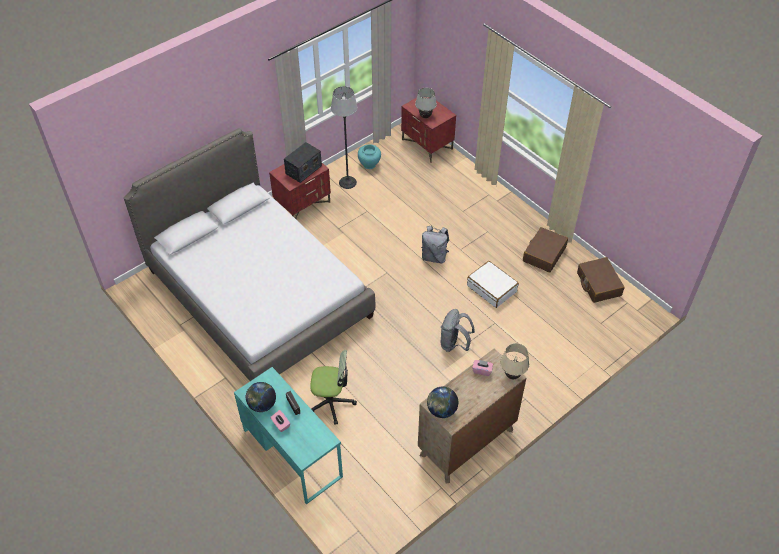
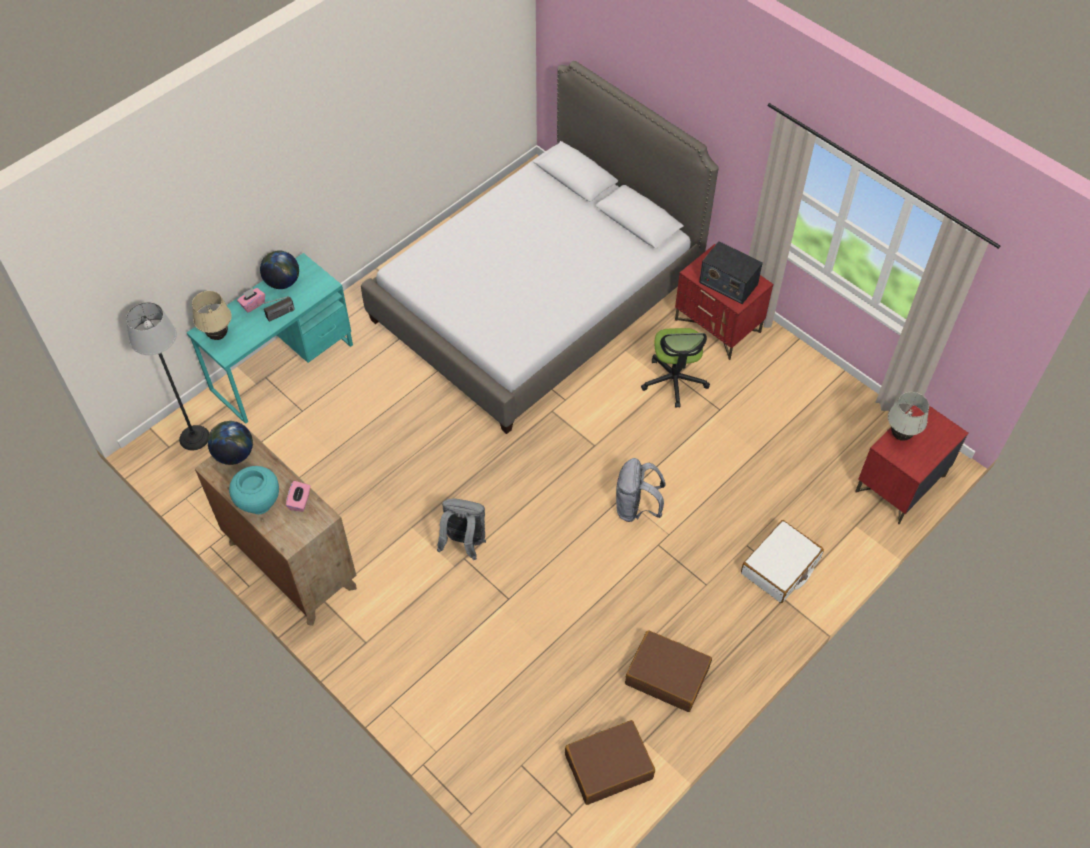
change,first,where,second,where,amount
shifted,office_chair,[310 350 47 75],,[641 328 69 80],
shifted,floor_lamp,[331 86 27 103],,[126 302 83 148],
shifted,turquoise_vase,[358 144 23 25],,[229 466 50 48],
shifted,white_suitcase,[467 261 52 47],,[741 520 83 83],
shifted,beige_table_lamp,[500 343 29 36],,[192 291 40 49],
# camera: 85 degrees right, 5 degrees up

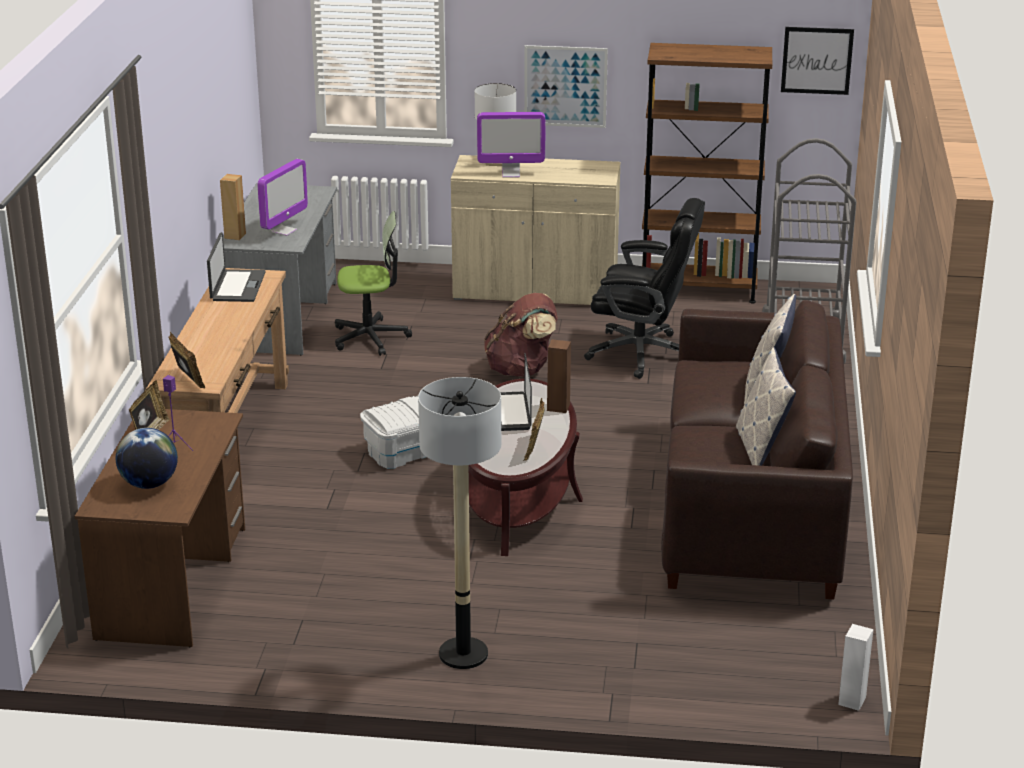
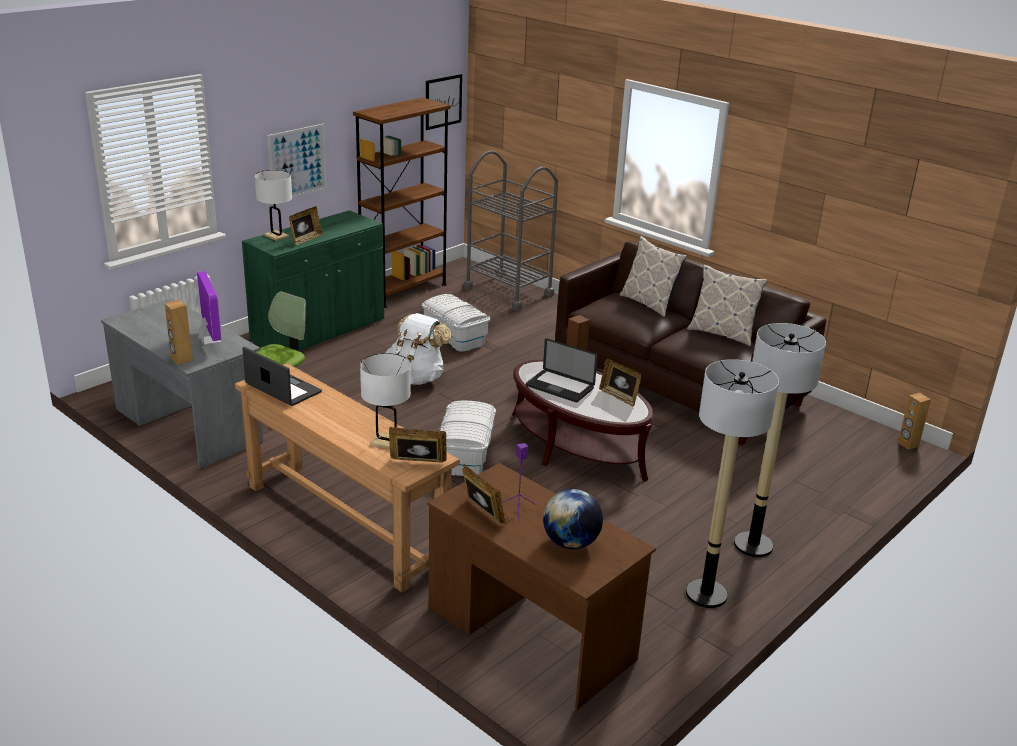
change,first,where,second,where,amount
new,,,white_table_lamp,[360 353 51 96],
new,,,floor_lamp,[686 359 93 249],
swapped,monitor,[477 112 68 66],picture_frame,[289 206 34 39],
swapped,black_office_chair,[584 198 121 181],white_storage_box,[422 294 68 58],
repainted,beige_cabinet,[451 155 170 150],green_cabinet,[242 210 142 141],
repainted,brown_backpack,[484 293 74 84],white_backpack,[386 313 65 72],
repainted,white_speaker,[838 624 36 87],brown_speaker,[898 393 33 57],
# camera: 55 degrees left, 0 degrees up

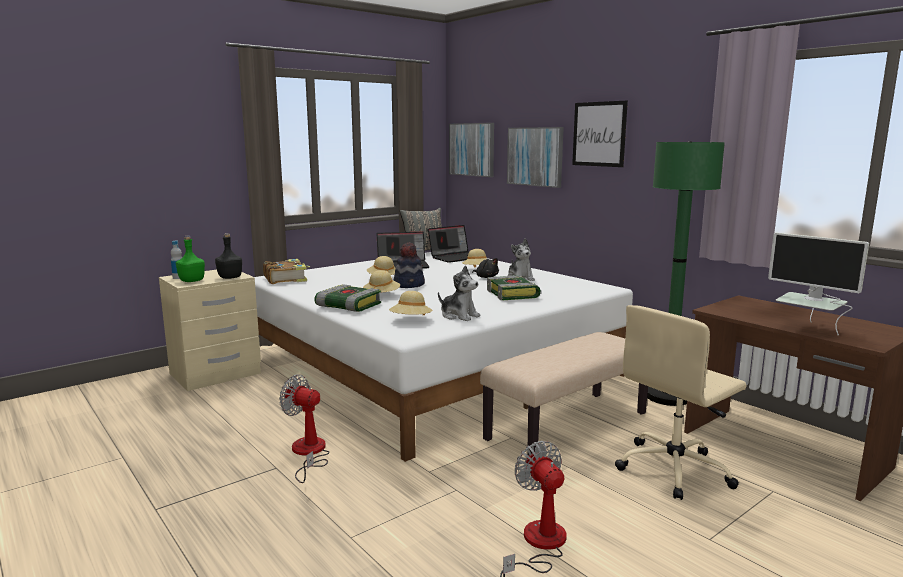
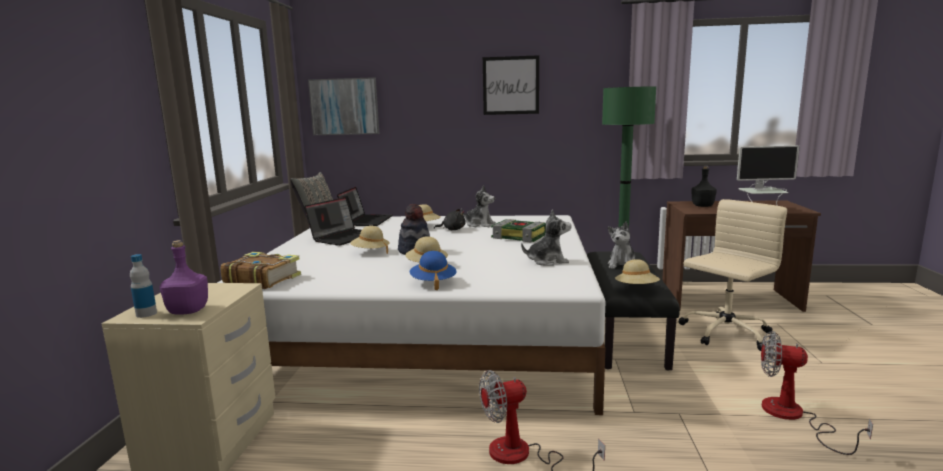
change,first,where,second,where,amount
gone,picture,[507 127 57 61],,,
new,,,plush_toy,[608 222 27 47],
shifted,black_bottle,[215 233 27 46],,[692 165 25 42],
shifted,beige_hat,[389 291 43 24],,[615 259 45 25],
swapped,book,[314 284 67 28],blue_hat,[410 251 47 39],
repainted,green_bottle,[176 236 29 46],purple_bottle,[160 240 48 75],
repainted,beige_bench,[480 332 168 123],black_bench,[587 251 93 120],
rotated,beige_office_chair,[615 305 131 195],,[678 199 109 152],135 degrees counterclockwise
# camera: 45 degrees left, 0 degrees up

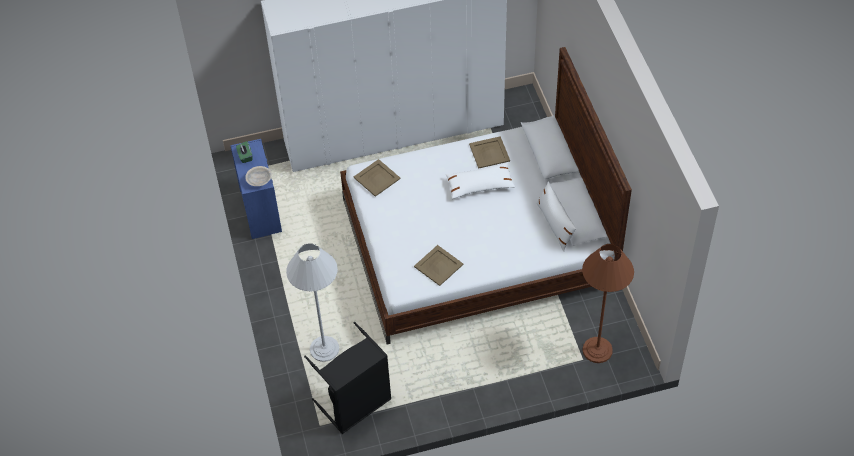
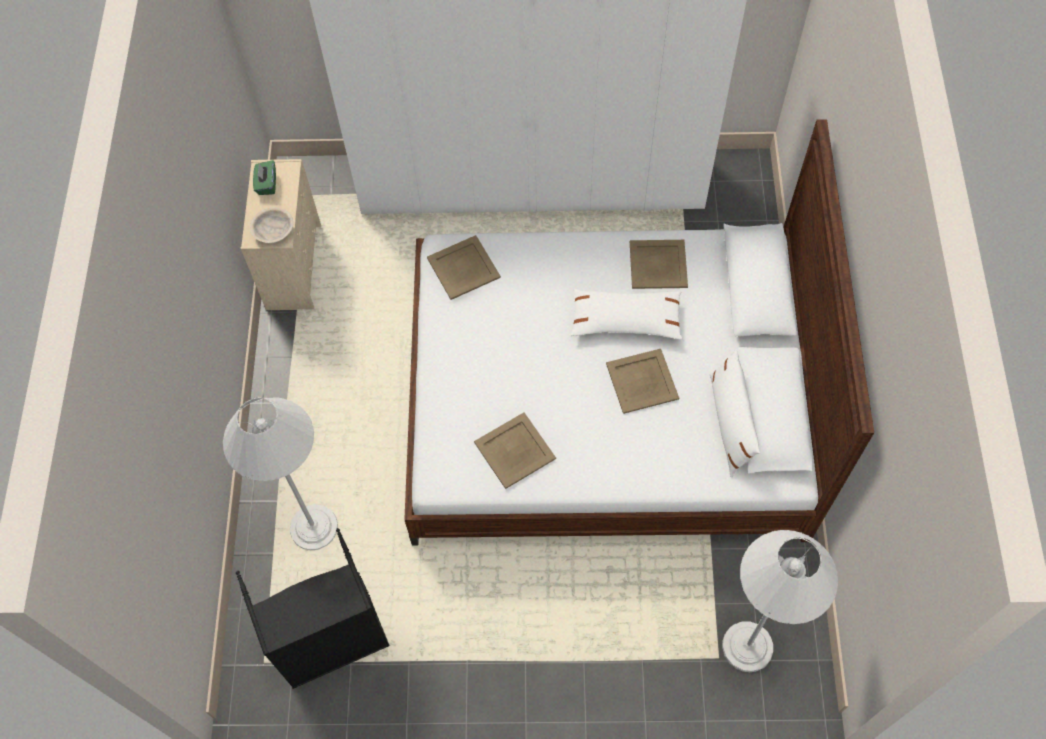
change,first,where,second,where,amount
new,,,beige_tray,[606 349 73 65],
repainted,blue_dresser,[230 139 52 100],beige_dresser,[240 159 81 151],
repainted,brown_floor_lamp,[582 244 52 119],white_floor_lamp,[722 530 116 142],
# camera: 15 degrees right, 10 degrees up

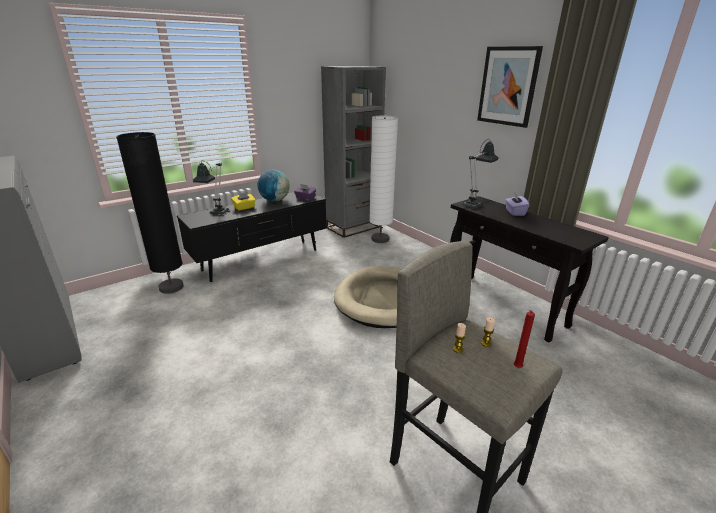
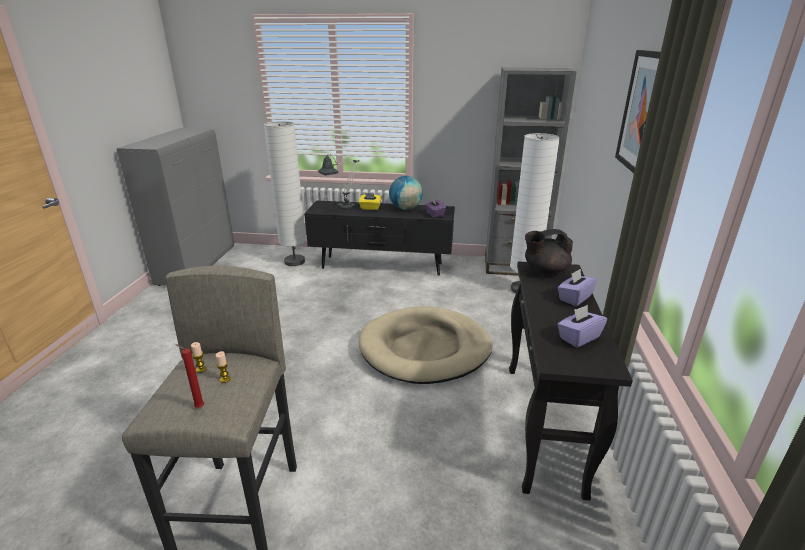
change,first,where,second,where,amount
new,,,purple_tissue_box,[557 305 50 43],
swapped,table_lamp,[461 139 38 70],black_teapot,[525 229 48 46],
repainted,black_floor_lamp,[116 132 68 162],white_floor_lamp,[264 121 42 145],
# camera: 45 degrees right, 0 degrees up

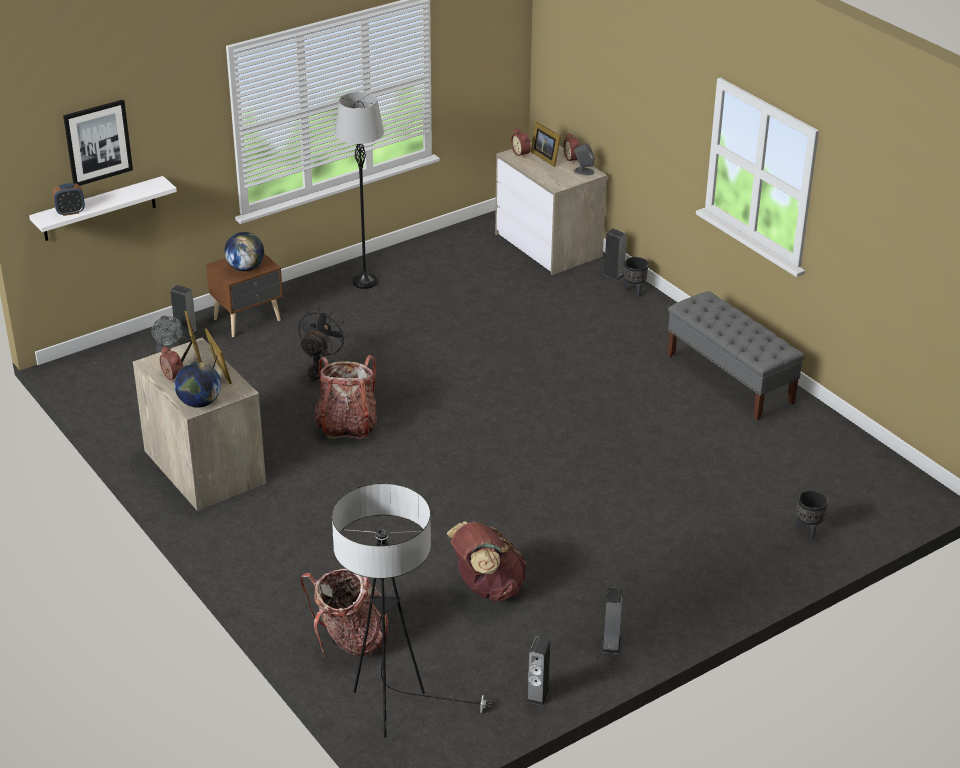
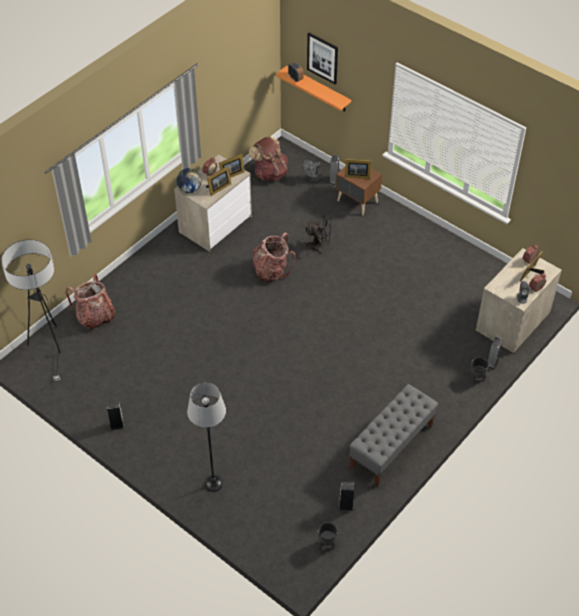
change,first,where,second,where,amount
shifted,grey_floor_lamp,[335 92 49 197],,[187 383 39 109],
shifted,brown_backpack,[446 521 81 80],,[249 136 39 45],
shifted,speaker,[526 636 25 70],,[339 482 15 28],
shifted,black_planter,[795 490 33 49],,[318 522 19 26],
swapped,globe,[224 232 40 39],picture_frame,[345 159 26 20],
repainted,white_shelf,[29 176 148 65],orange_shelf,[276 66 75 46],
# camera: 75 degrees right, 15 degrees up

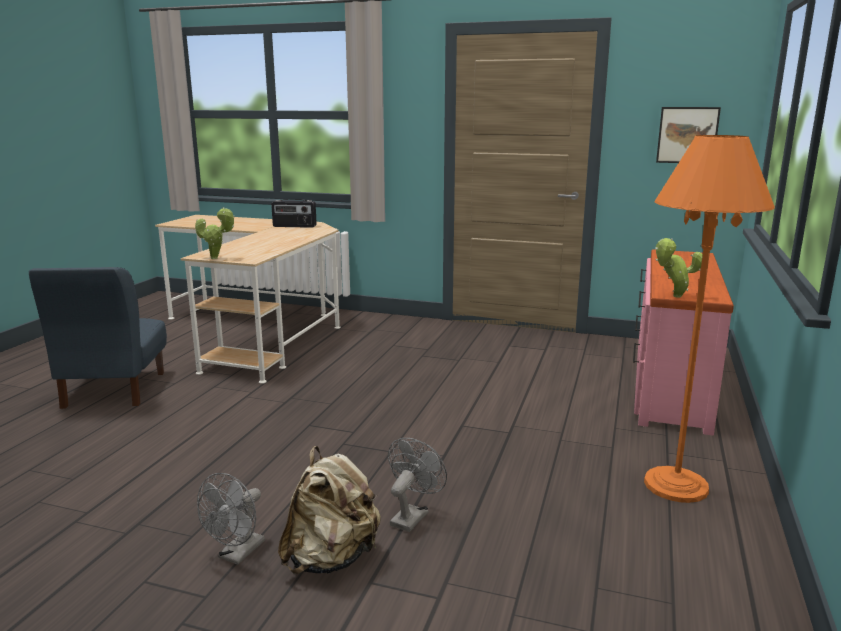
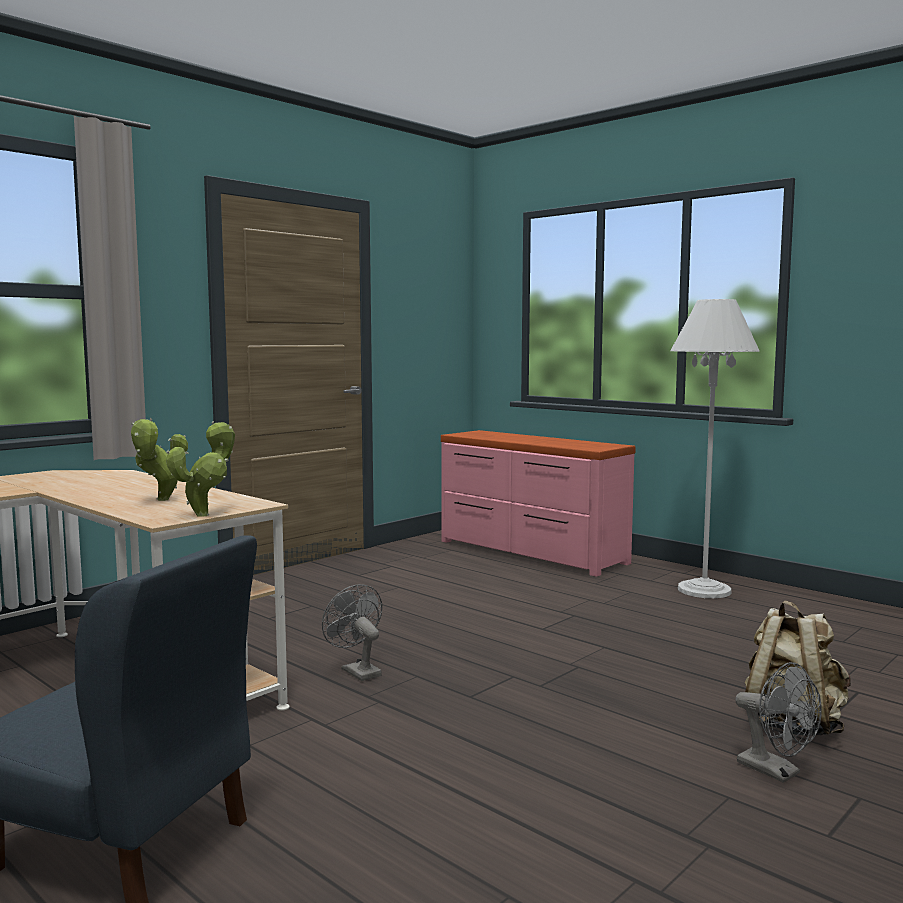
change,first,where,second,where,amount
gone,radio,[271 199 46 29],,,
gone,picture,[656 107 65 56],,,
shifted,grey_fan,[388 438 59 94],,[322 584 60 97],
shifted,potted_plant,[655 238 48 60],,[131 418 57 83],
repainted,orange_floor_lamp,[644 135 131 368],white_floor_lamp,[670 299 90 299],
# camera: 65 degrees left, 10 degrees down

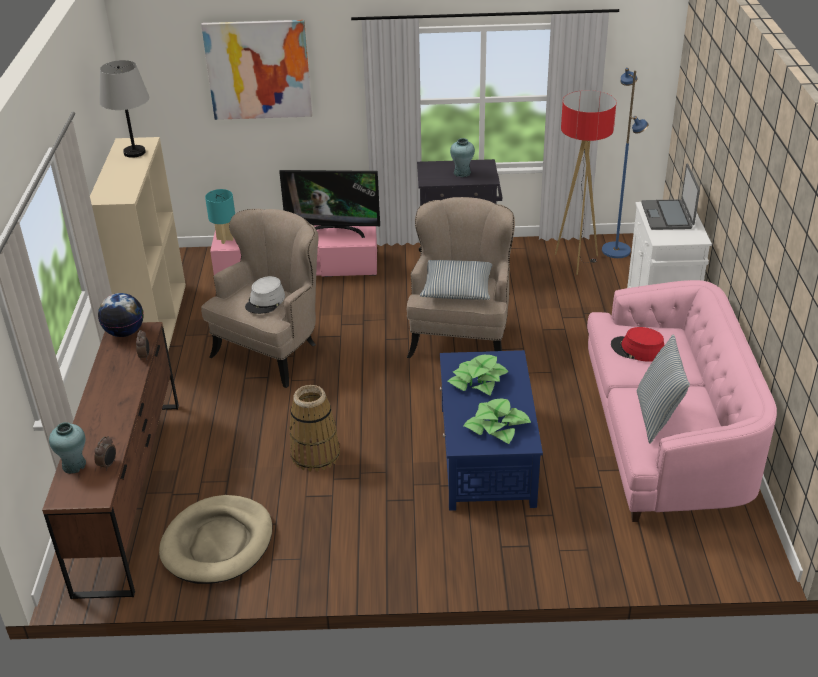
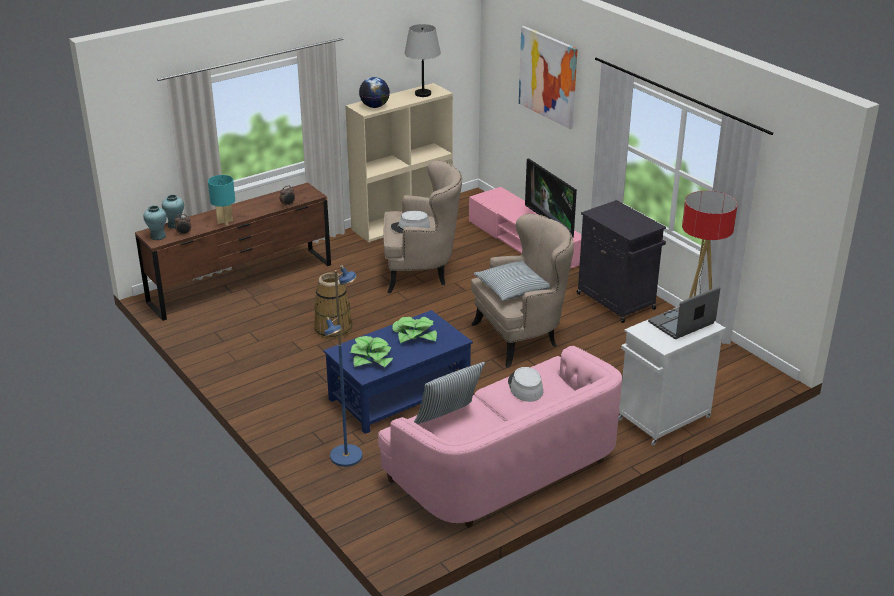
change,first,where,second,where,amount
gone,beige_dog_bed,[159 495 113 89],,,
shifted,globe,[98 293 46 44],,[359 77 31 31],
shifted,turquoise_table_lamp,[205 189 30 55],,[208 175 27 50],
shifted,turquoise_vase,[450 138 25 39],,[143 205 24 35],
shifted,blue_floor_lamp,[602 67 47 191],,[324 265 39 202],
repainted,red_hat,[611 327 53 35],grey_hat,[508 367 35 35],
# camera: 55 degrees right, 5 degrees down

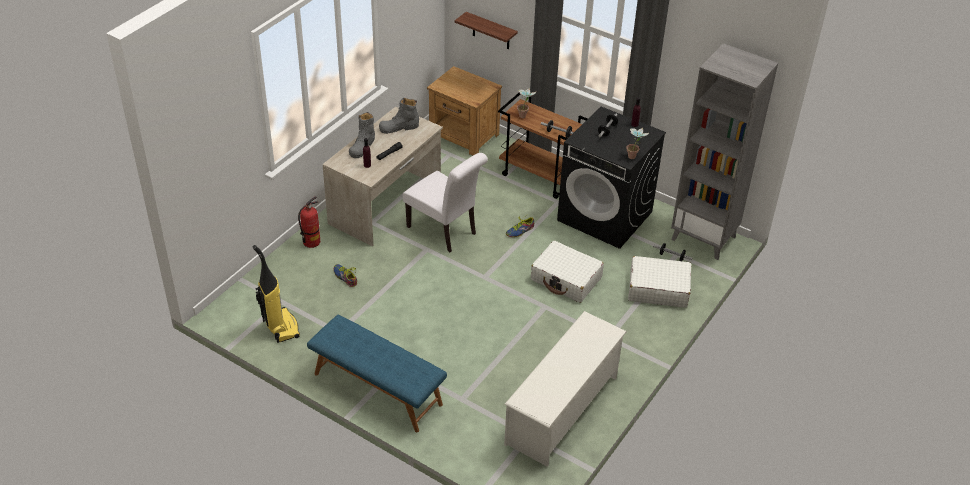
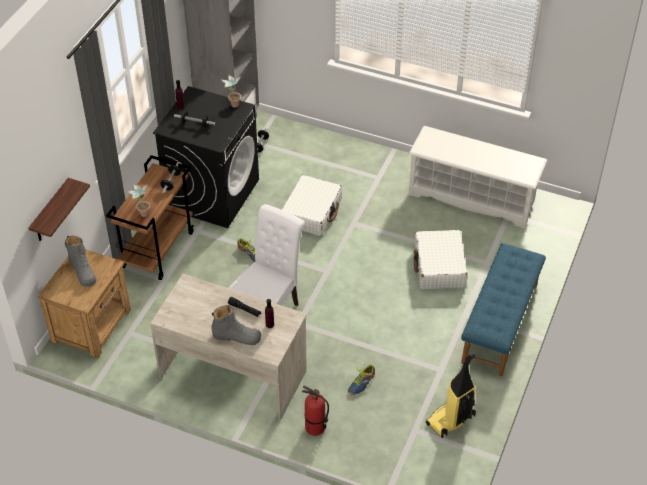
change,first,where,second,where,amount
shifted,grey_boot,[379 98 40 36],,[65 236 31 51],
shifted,white_suitcase,[628 256 63 52],,[414 230 53 59],
# camera: 100 degrees left, 5 degrees up

